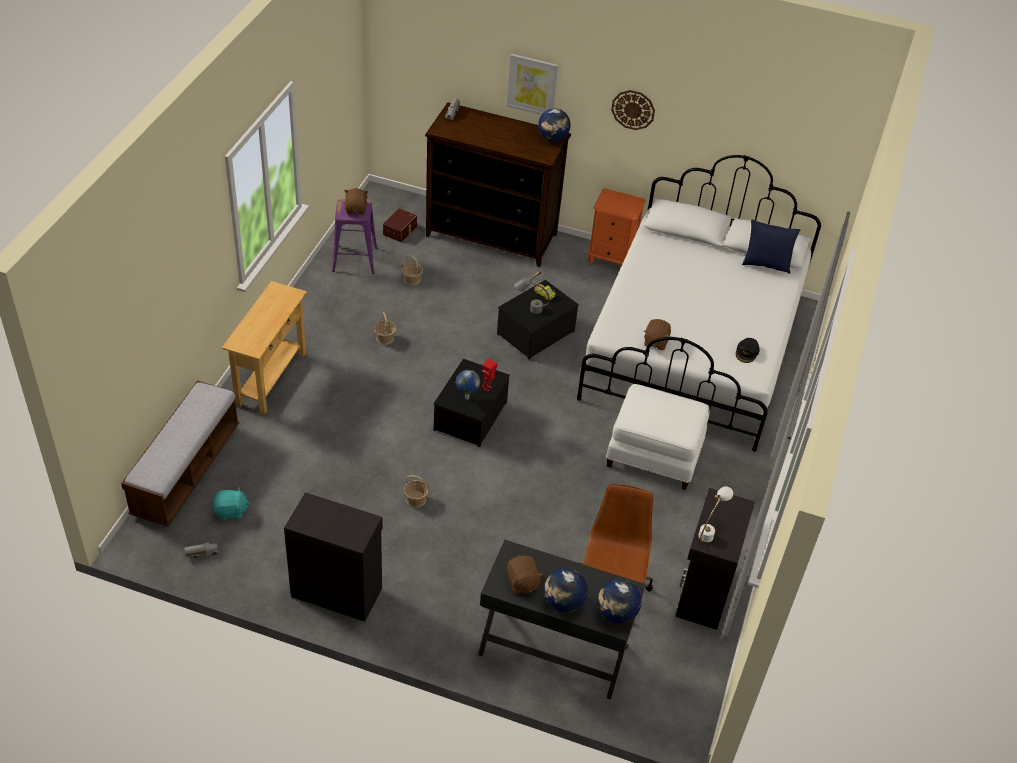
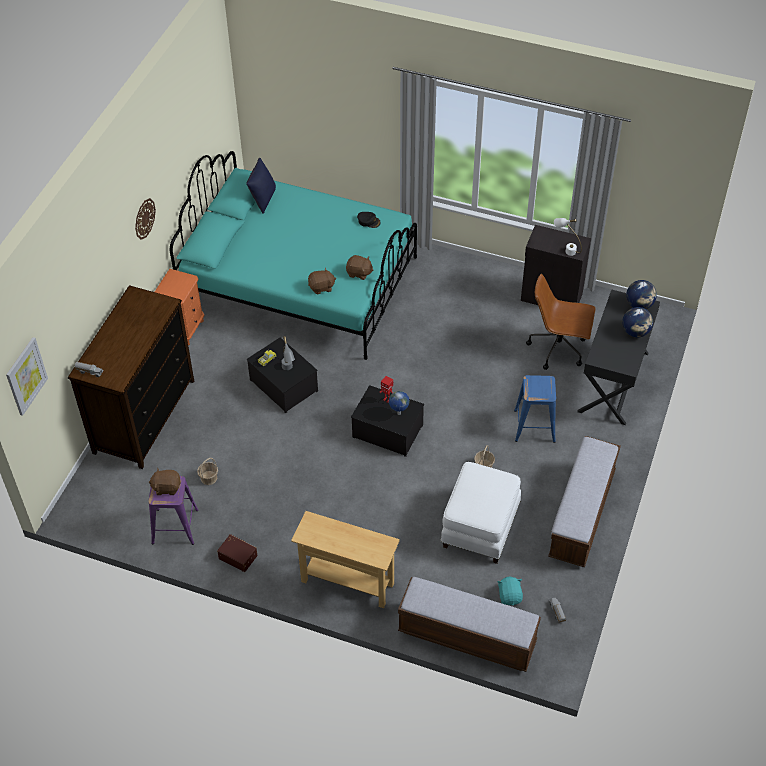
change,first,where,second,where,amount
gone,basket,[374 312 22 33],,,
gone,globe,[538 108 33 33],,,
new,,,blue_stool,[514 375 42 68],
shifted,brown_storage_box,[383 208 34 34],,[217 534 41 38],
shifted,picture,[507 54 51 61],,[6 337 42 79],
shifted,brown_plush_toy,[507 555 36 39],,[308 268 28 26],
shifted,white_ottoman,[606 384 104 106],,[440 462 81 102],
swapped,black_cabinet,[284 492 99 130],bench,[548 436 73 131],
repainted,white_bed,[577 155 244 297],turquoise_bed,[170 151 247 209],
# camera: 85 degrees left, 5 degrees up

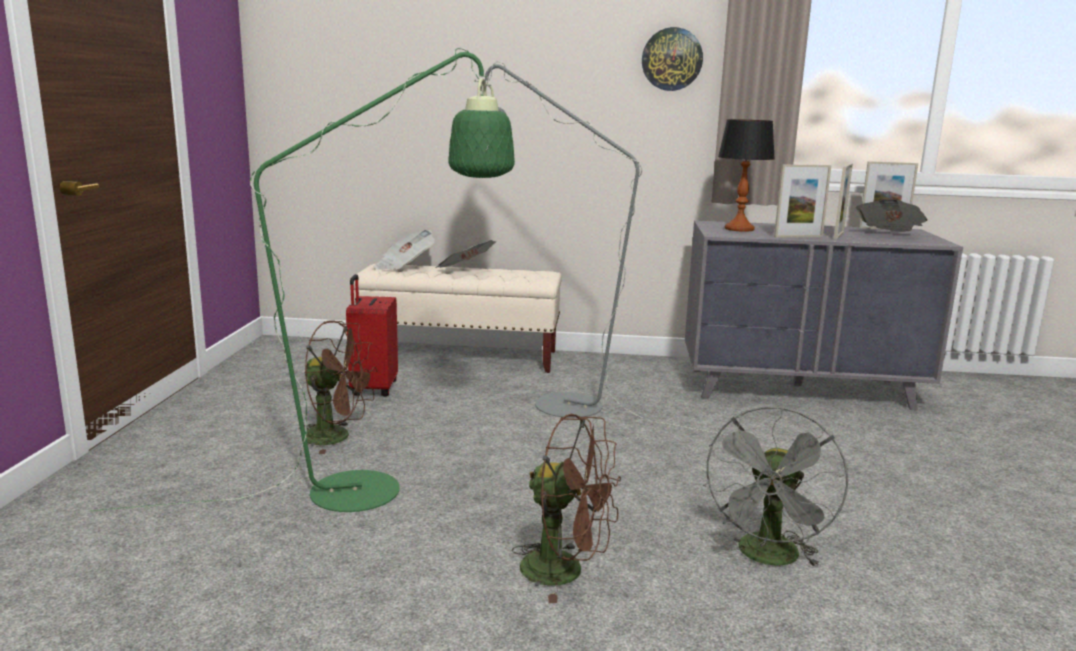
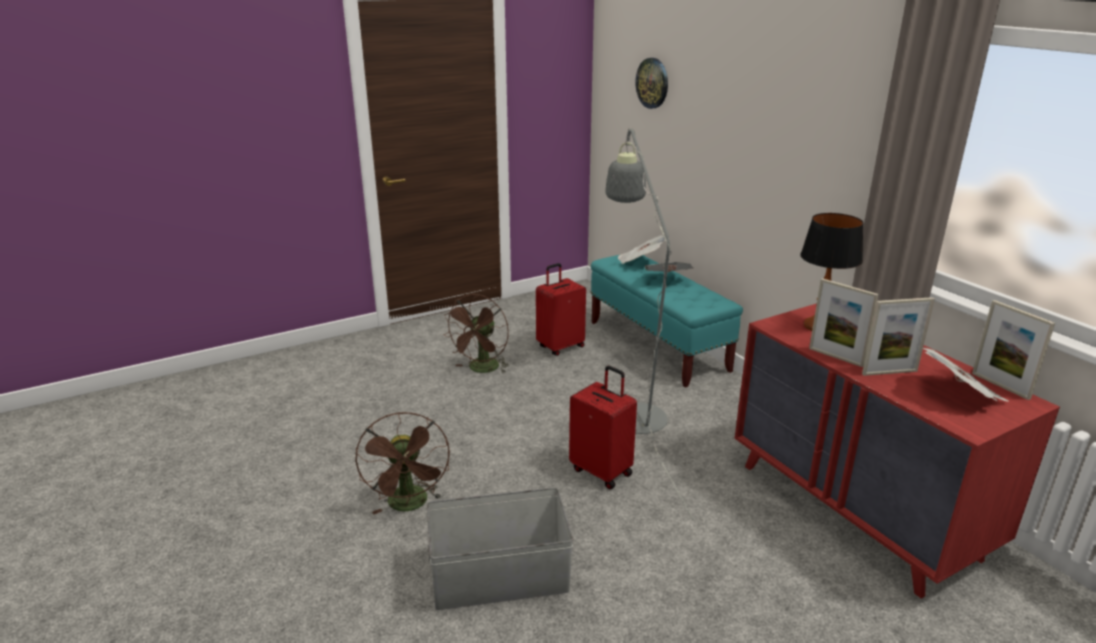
change,first,where,second,where,amount
gone,green_floor_lamp,[90 48 425 464],,,
new,,,red_suitcase,[569 366 68 124],
shifted,wall_clock,[642 27 61 64],,[636 58 32 51],
swapped,grey_fan,[703 407 146 161],grey_storage_box,[427 487 146 123],
repainted,beige_bench,[354 264 208 109],turquoise_bench,[591 254 152 133],
repainted,grey_dresser,[685 220 278 191],red_dresser,[734 303 326 296],
rotated,brown_fan,[299 320 78 134],,[443 294 66 79],45 degrees clockwise
# camera: 55 degrees right, 10 degrees up

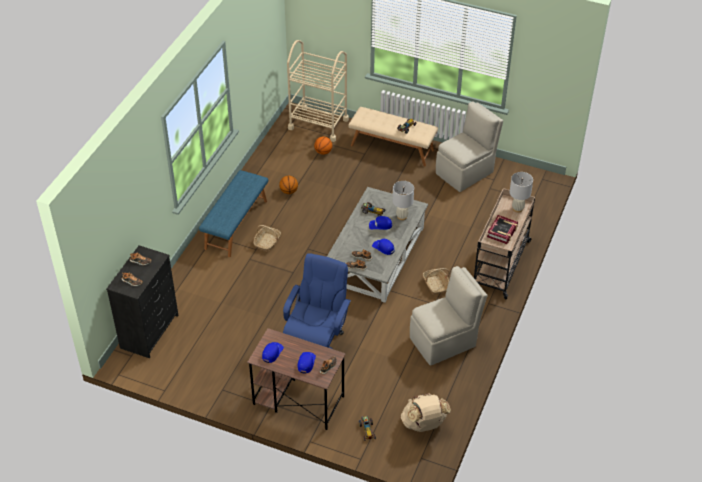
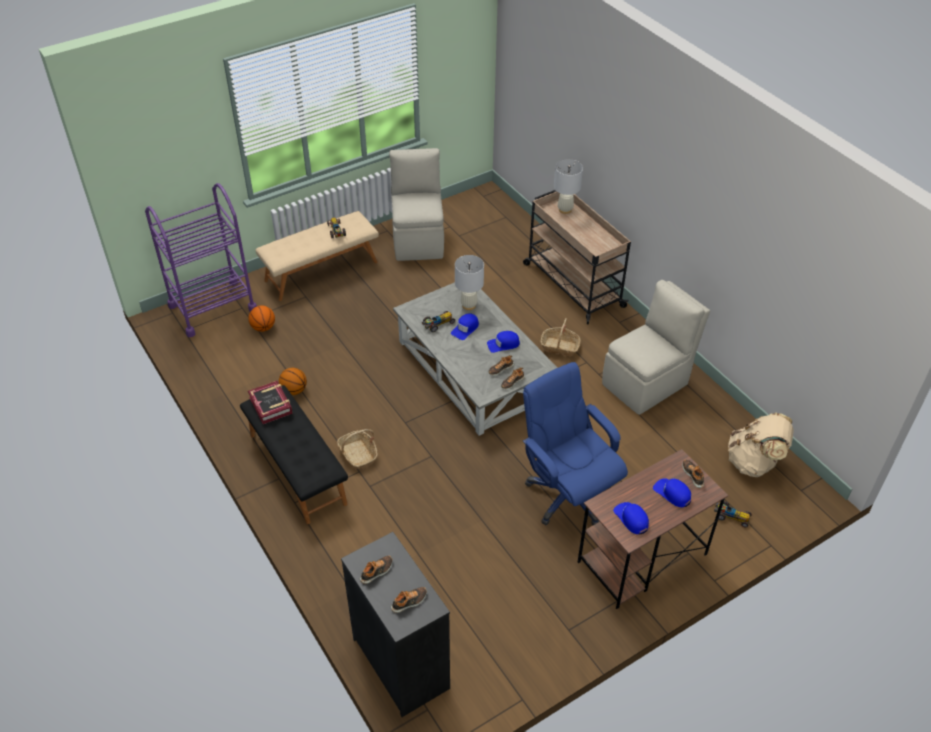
change,first,where,second,where,amount
shifted,book,[487 215 31 29],,[248 381 45 43],
repainted,blue_bench,[199 170 69 87],black_bench,[240 385 108 139],
repainted,beige_cart,[287 40 62 102],purple_cart,[145 183 112 154],
rotated,beige_chair,[410 266 77 100],,[602 280 108 135],45 degrees clockwise
# camera: 55 degrees left, 0 degrees up

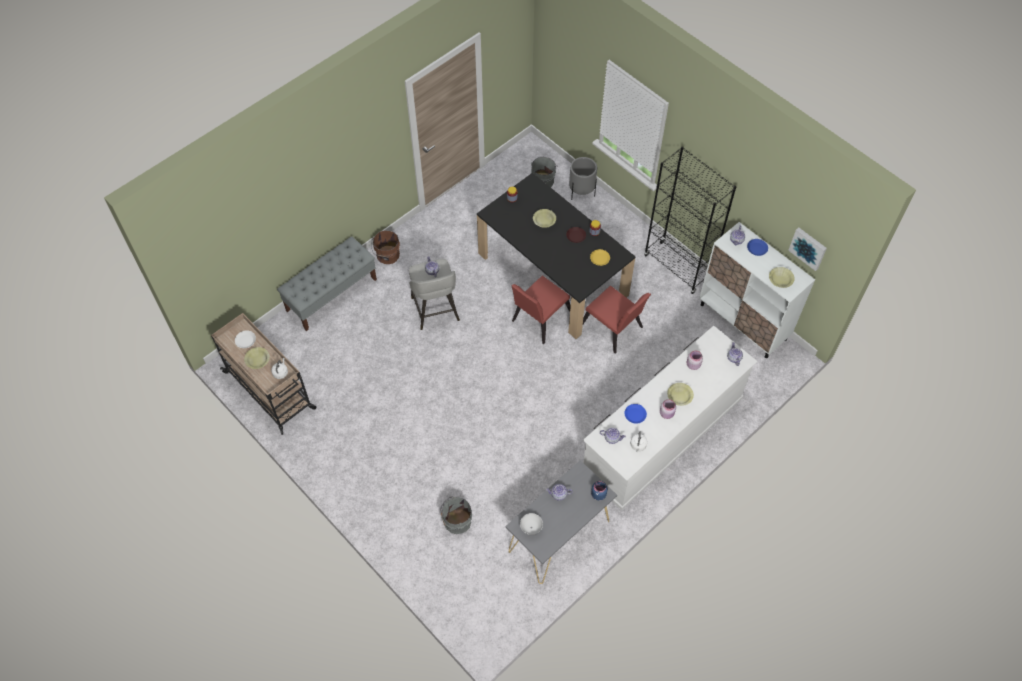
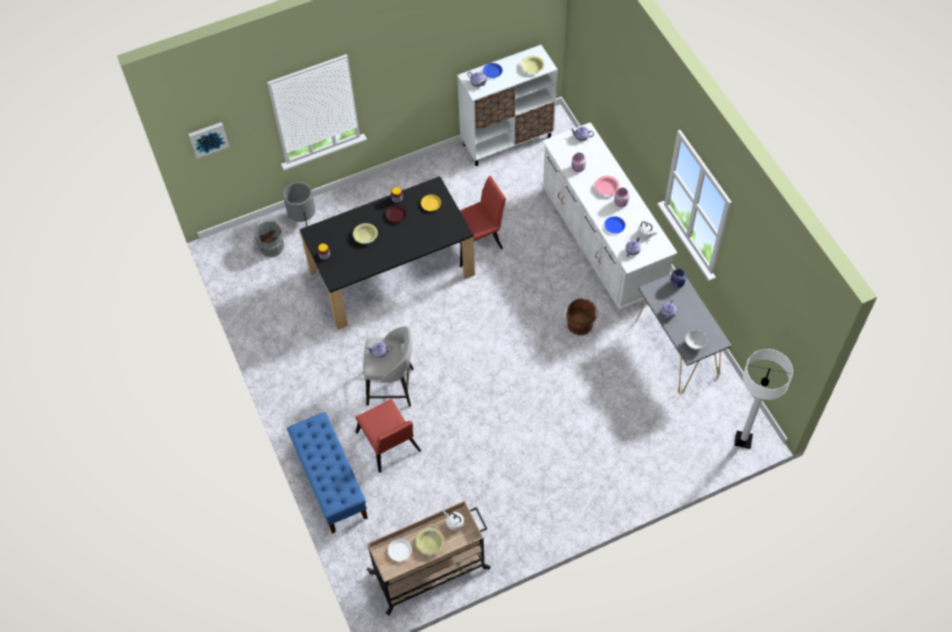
change,first,where,second,where,amount
gone,grey_bucket,[440 497 32 37],,,
gone,black_bookcase,[644 146 92 148],,,
new,,,white_floor_lamp,[734 349 59 100],
shifted,brown_bucket,[371 230 29 34],,[567 299 31 36],
shifted,red_chair,[512 275 59 69],,[355 399 66 74],
shifted,picture,[788 227 39 44],,[189 122 40 37],
repainted,grey_bench,[277 236 100 95],blue_bench,[287 412 81 122],
repainted,yellow_bowl,[667 383 27 23],pink_bowl,[595 176 25 19],
# camera: 70 degrees left, 0 degrees up

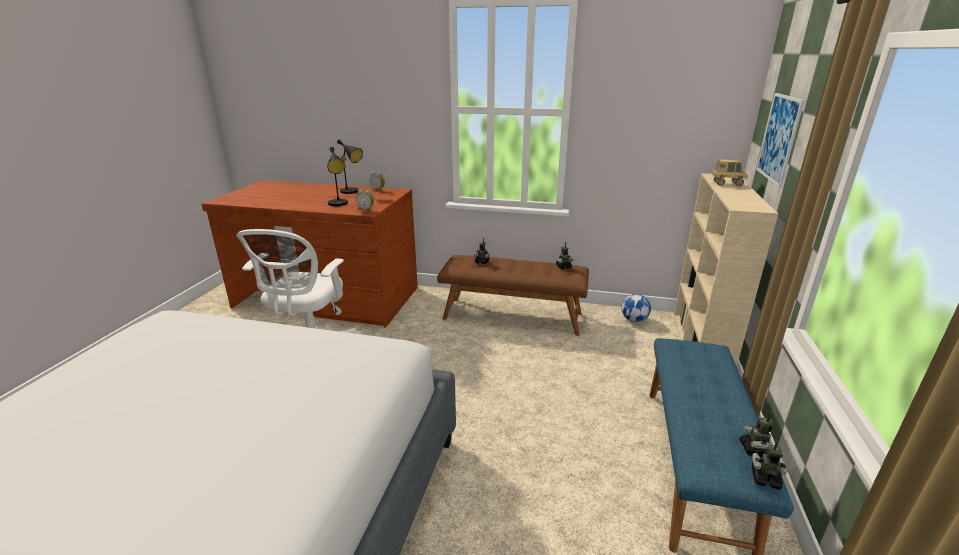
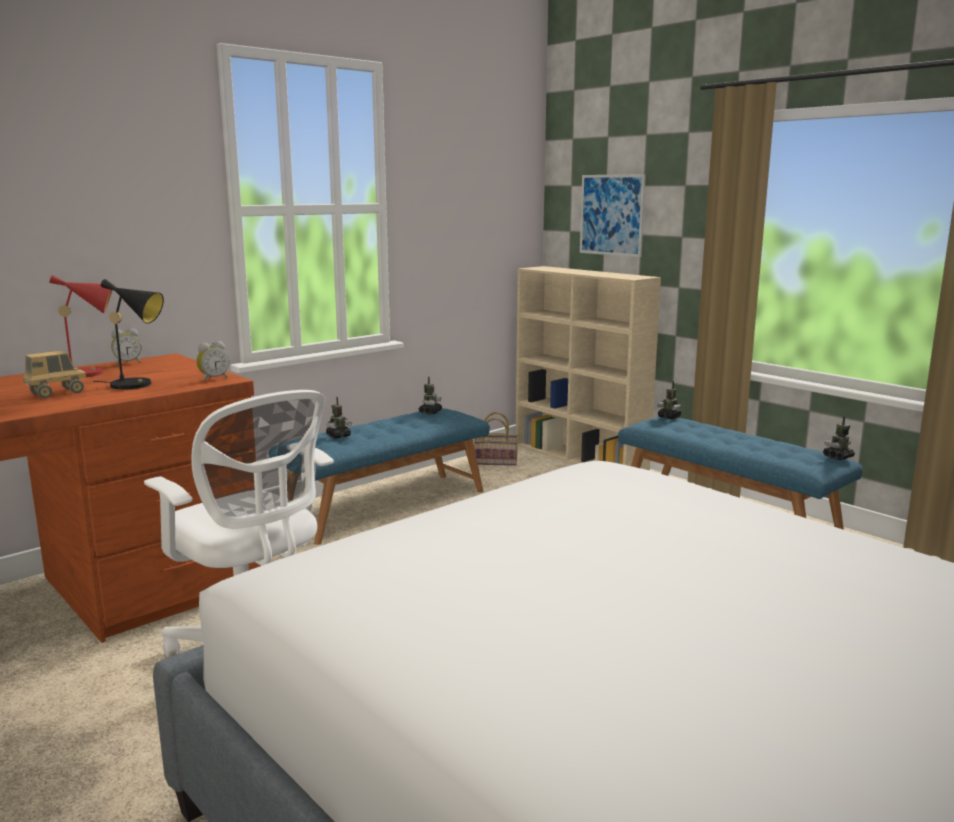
change,first,where,second,where,amount
shifted,toy_truck,[712 159 36 28],,[23 351 64 47],
shifted,toy_robot,[739 413 35 44],,[657 381 24 38],
swapped,football,[621 294 30 28],basket,[474 412 44 54],
repainted,black_table_lamp,[337 140 26 54],red_table_lamp,[49 275 63 102],
repainted,brown_bench,[437 255 152 81],blue_bench,[269 408 221 137],
# camera: 55 degrees left, 10 degrees down

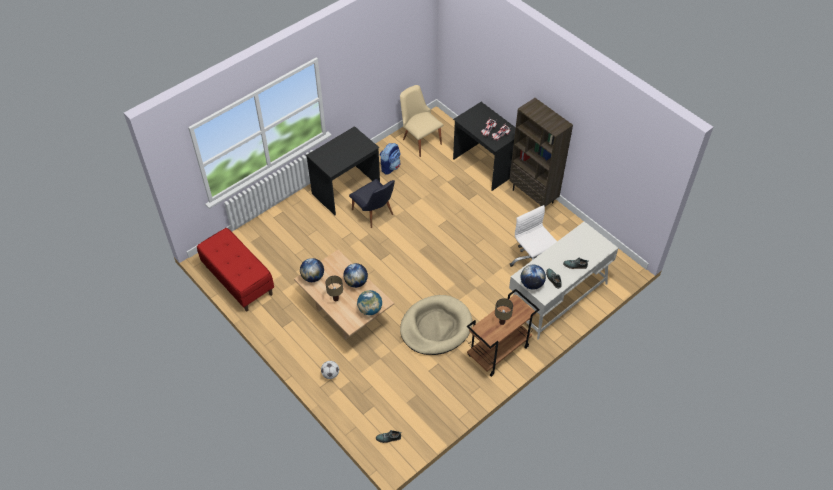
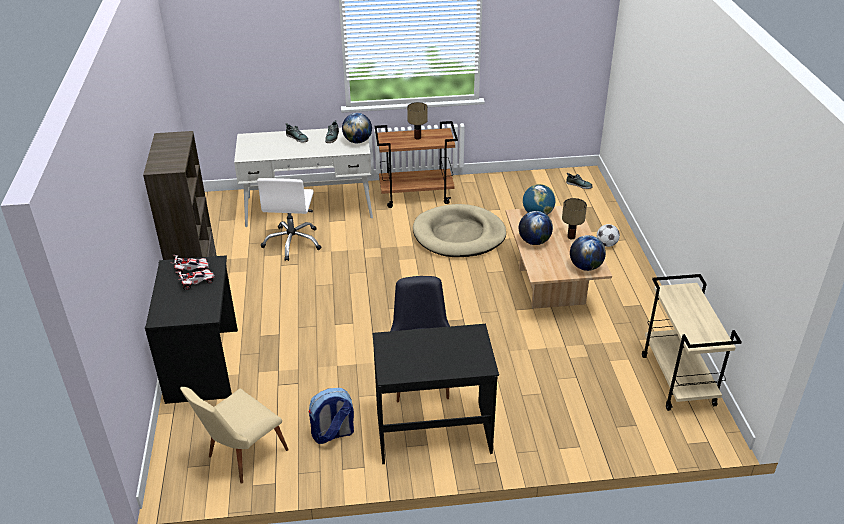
change,first,where,second,where,amount
swapped,red_bench,[197 228 77 84],beige_cart,[642 274 100 137],
rotated,beige_chair,[400 85 43 72],,[180 387 109 97],45 degrees clockwise
# camera: 145 degrees left, 15 degrees down

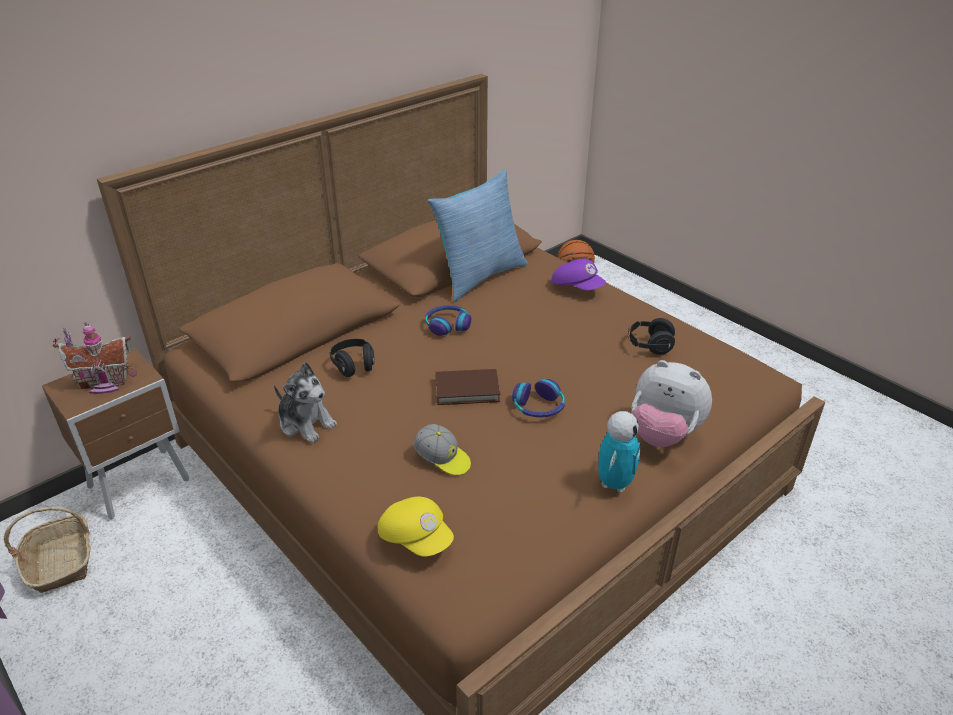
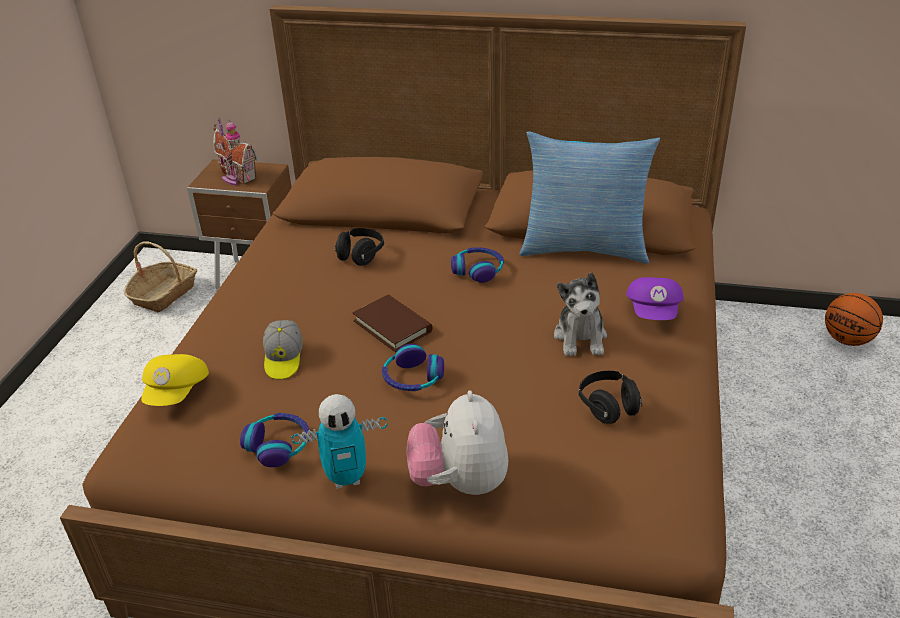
change,first,where,second,where,amount
new,,,headphones,[240 413 69 54],
shifted,plush_toy,[274 362 63 81],,[554 272 53 84],
# camera: 55 degrees right, 0 degrees up

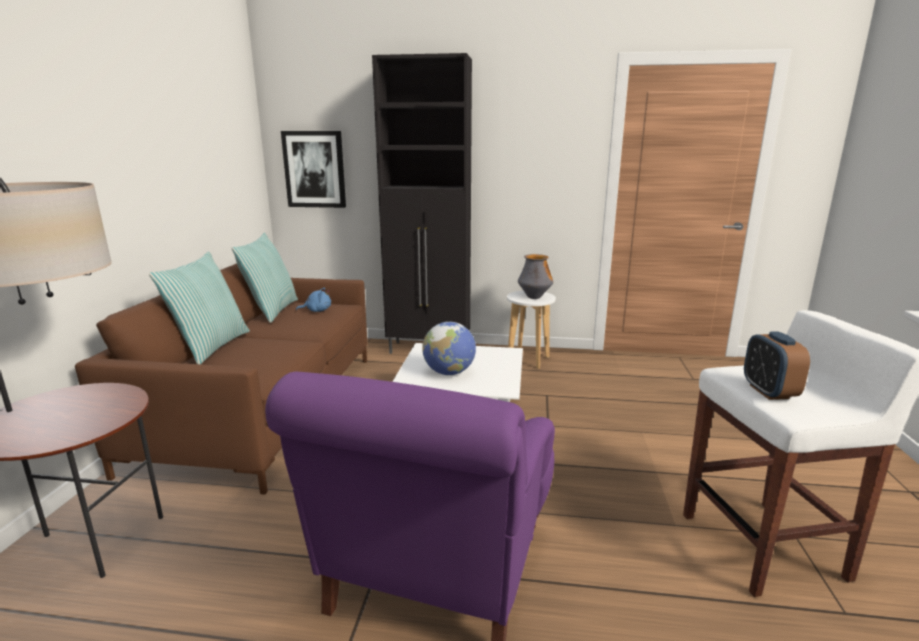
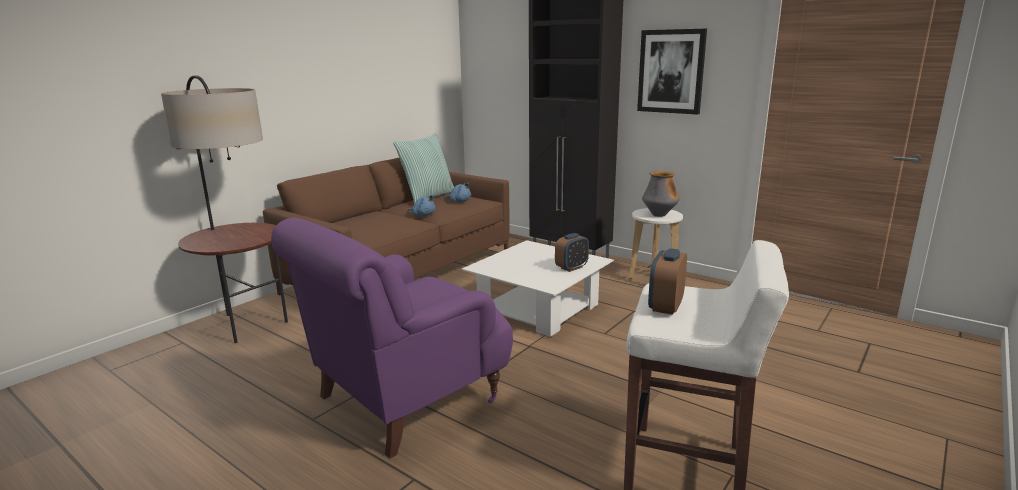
change,first,where,second,where,amount
gone,pillow,[149 252 101 112],,,
gone,globe,[422 322 54 53],,,
new,,,blue_plush_toy,[408 195 27 21],
new,,,alarm_clock,[555 233 34 39],
shifted,picture,[281 131 65 77],,[637 29 70 86],
# camera: 30 degrees right, 0 degrees up

